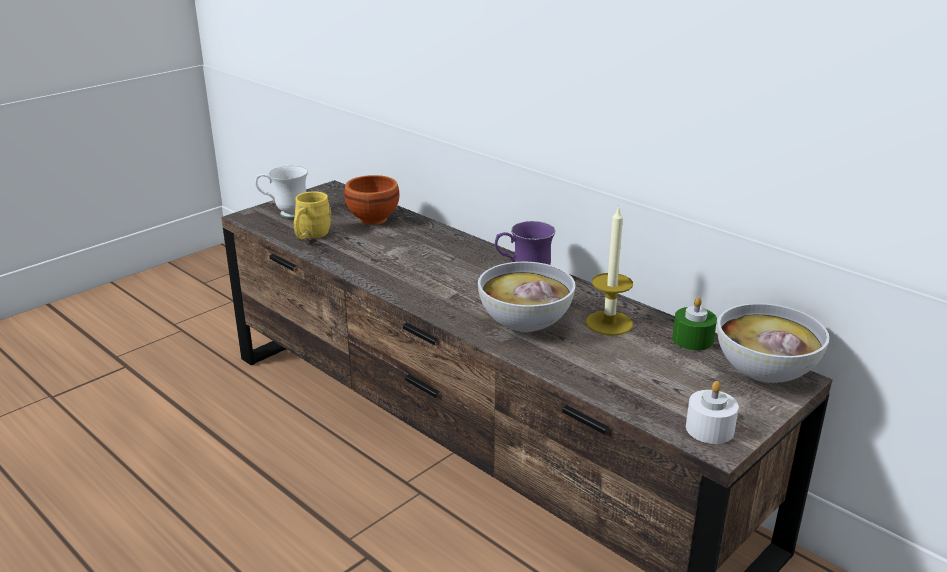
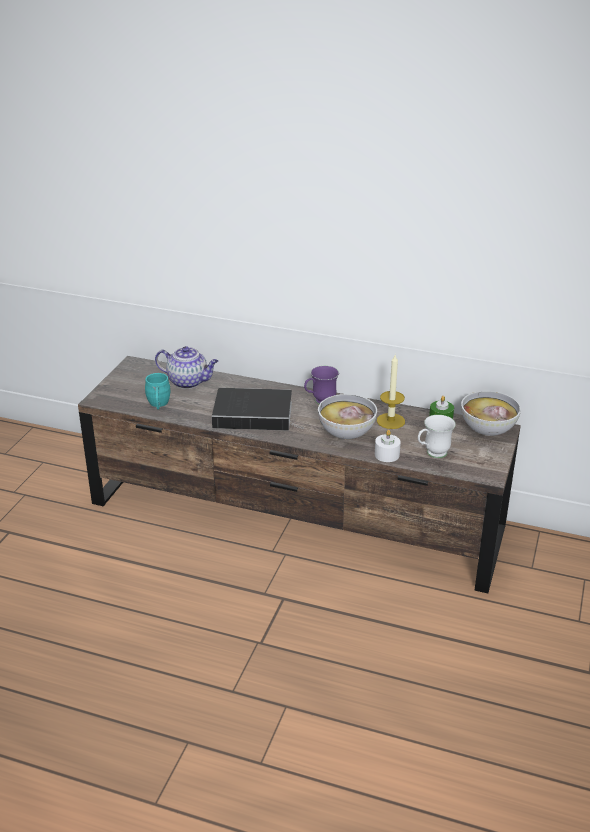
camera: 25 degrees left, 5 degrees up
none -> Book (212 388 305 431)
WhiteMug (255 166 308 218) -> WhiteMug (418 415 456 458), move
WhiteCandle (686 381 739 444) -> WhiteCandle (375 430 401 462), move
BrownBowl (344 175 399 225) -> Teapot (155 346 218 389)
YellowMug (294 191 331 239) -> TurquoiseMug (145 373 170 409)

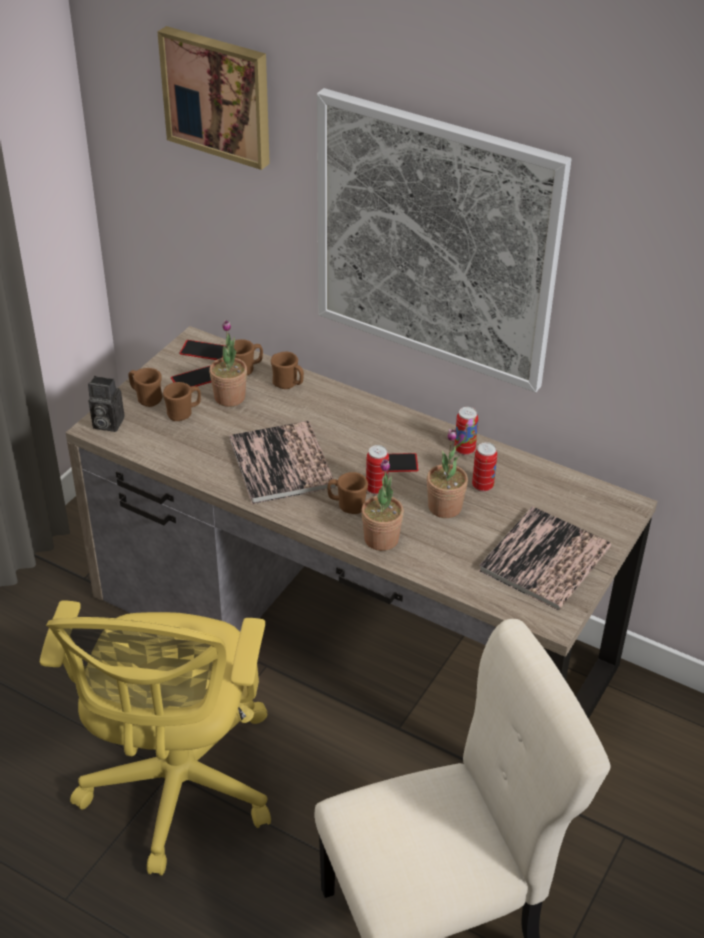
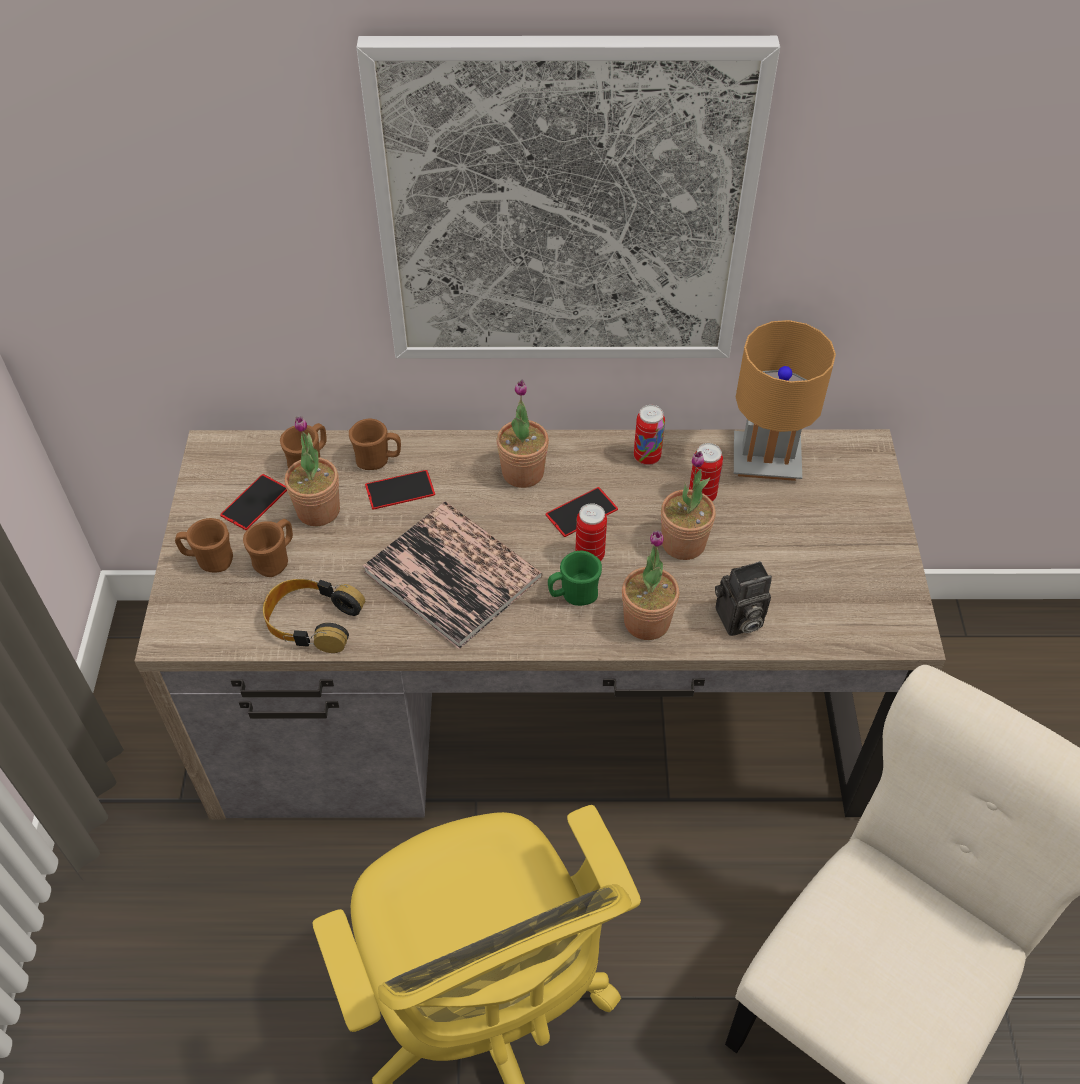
camera: 30 degrees left, 10 degrees up
Picture (157 26 270 170) -> none
Book (479 506 611 610) -> none
none -> Headphones (263 579 365 653)
none -> PottedPlant (497 379 549 488)
none -> BrownTableLamp (734 320 836 481)
PhotoCamera (88 376 124 432) -> PhotoCamera (715 561 772 636), move
Phone (179 340 227 360) -> Phone (365 470 435 510), move
BrownMug (327 472 368 514) -> GreenMug (548 550 602 606)

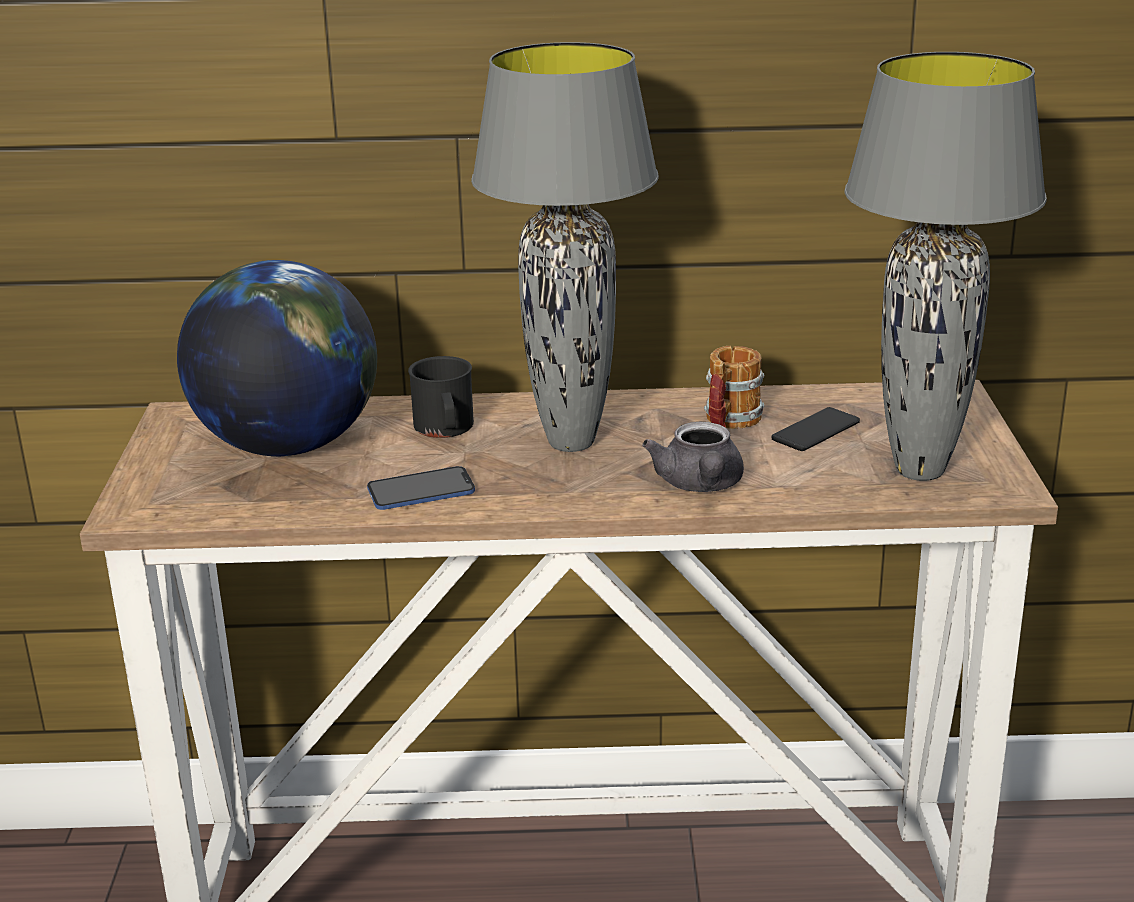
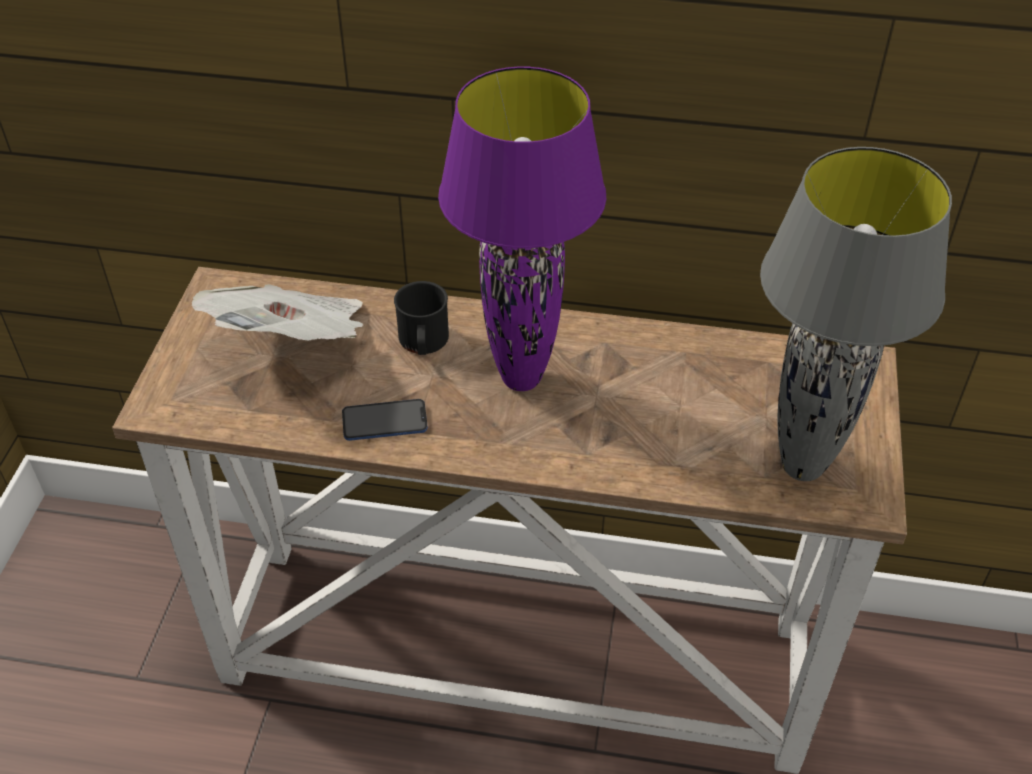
camera: 10 degrees right, 20 degrees up
GreyTeapot (642 422 744 492) -> none
Mug (704 346 764 429) -> none
Phone (772 407 860 451) -> none
Globe (177 260 377 456) -> Newspaper (192 284 363 340)
GreyTableLamp (471 42 659 452) -> PurpleTableLamp (438 67 606 391)

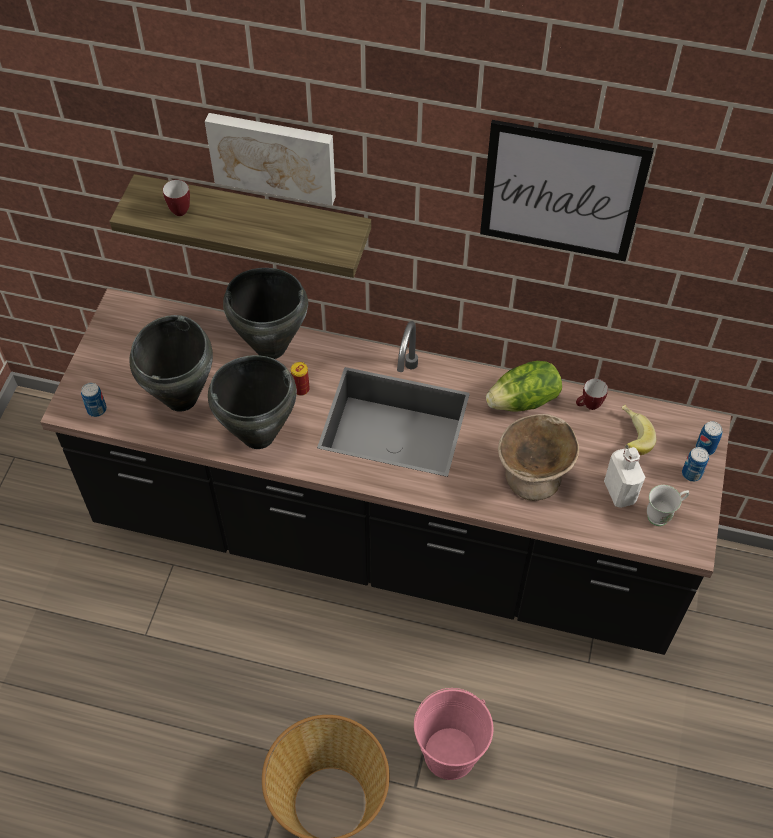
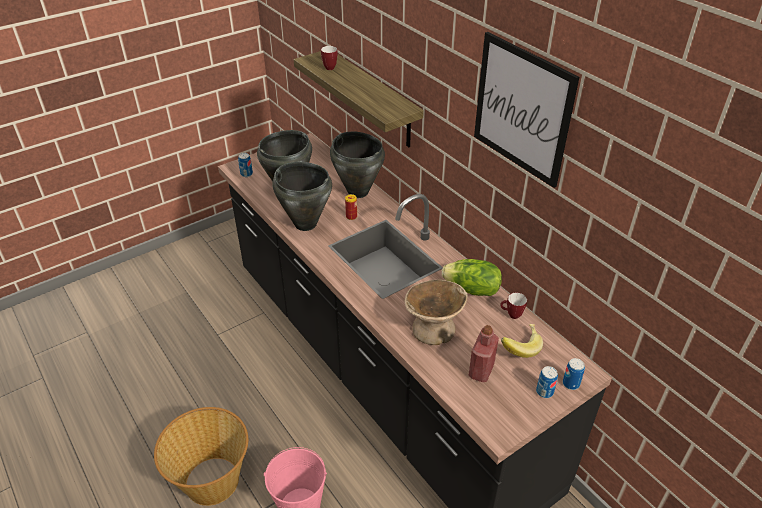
camera: 40 degrees right, 15 degrees down
Picture (205 113 336 206) -> none
WhiteMug (647 485 689 526) -> none
WhiteBottle (604 447 645 508) -> RedBottle (469 325 499 382)

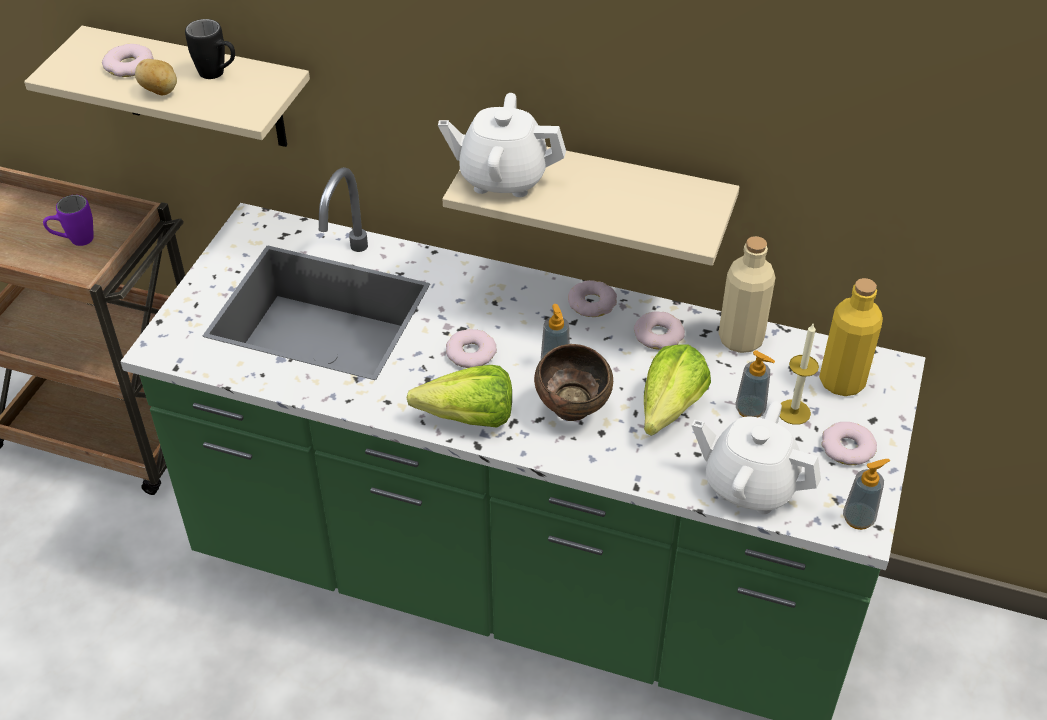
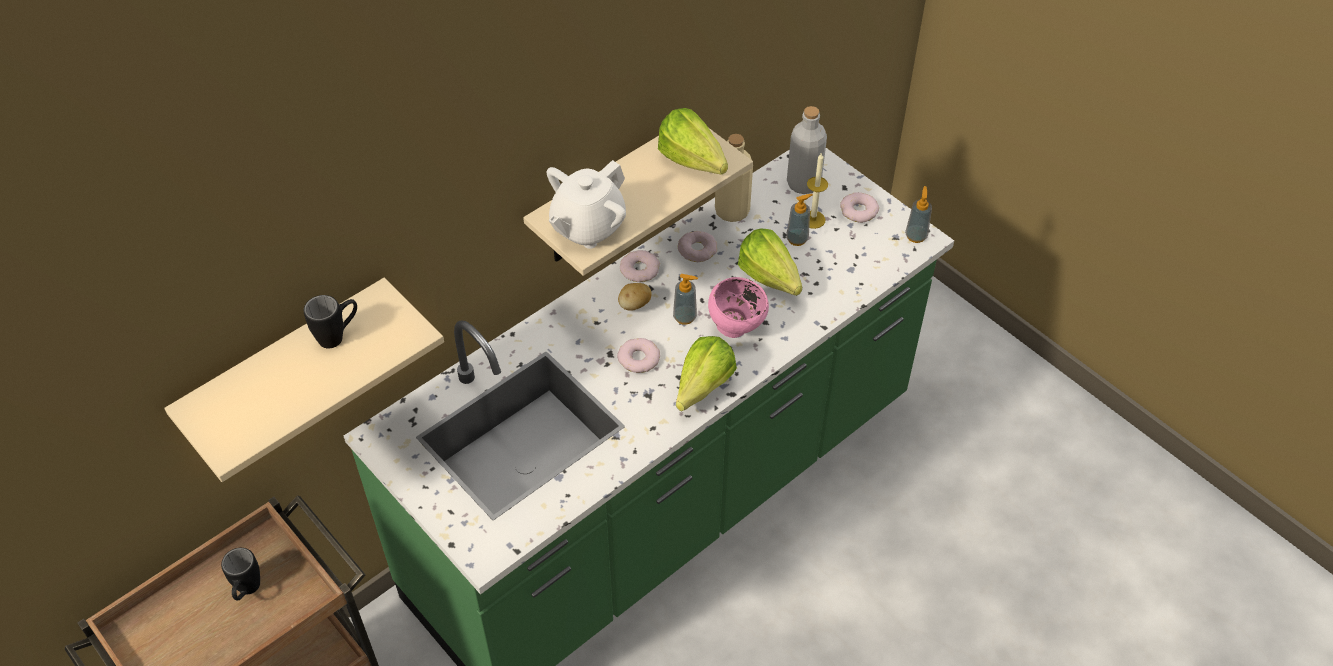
camera: 60 degrees left, 5 degrees up
Donut (102 44 153 77) -> none
WhiteTeapot (692 401 821 514) -> none
none -> Lettuce (658 108 728 174)
Potato (135 59 177 95) -> Potato (618 283 651 311), move
PurpleMug (43 195 93 246) -> BlackMug (221 548 260 600)
BrownBowl (534 344 613 421) -> PinkBowl (708 277 769 338)
YellowBottle (819 278 883 396) -> GreyBottle (787 106 827 194)

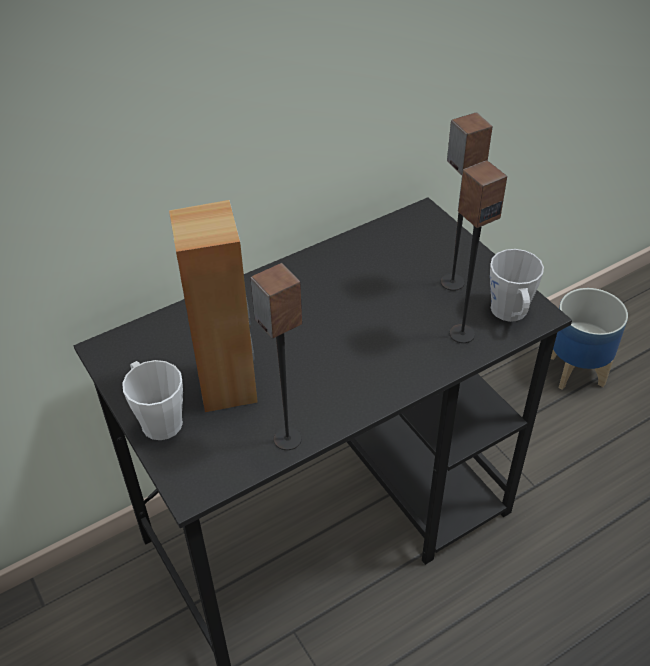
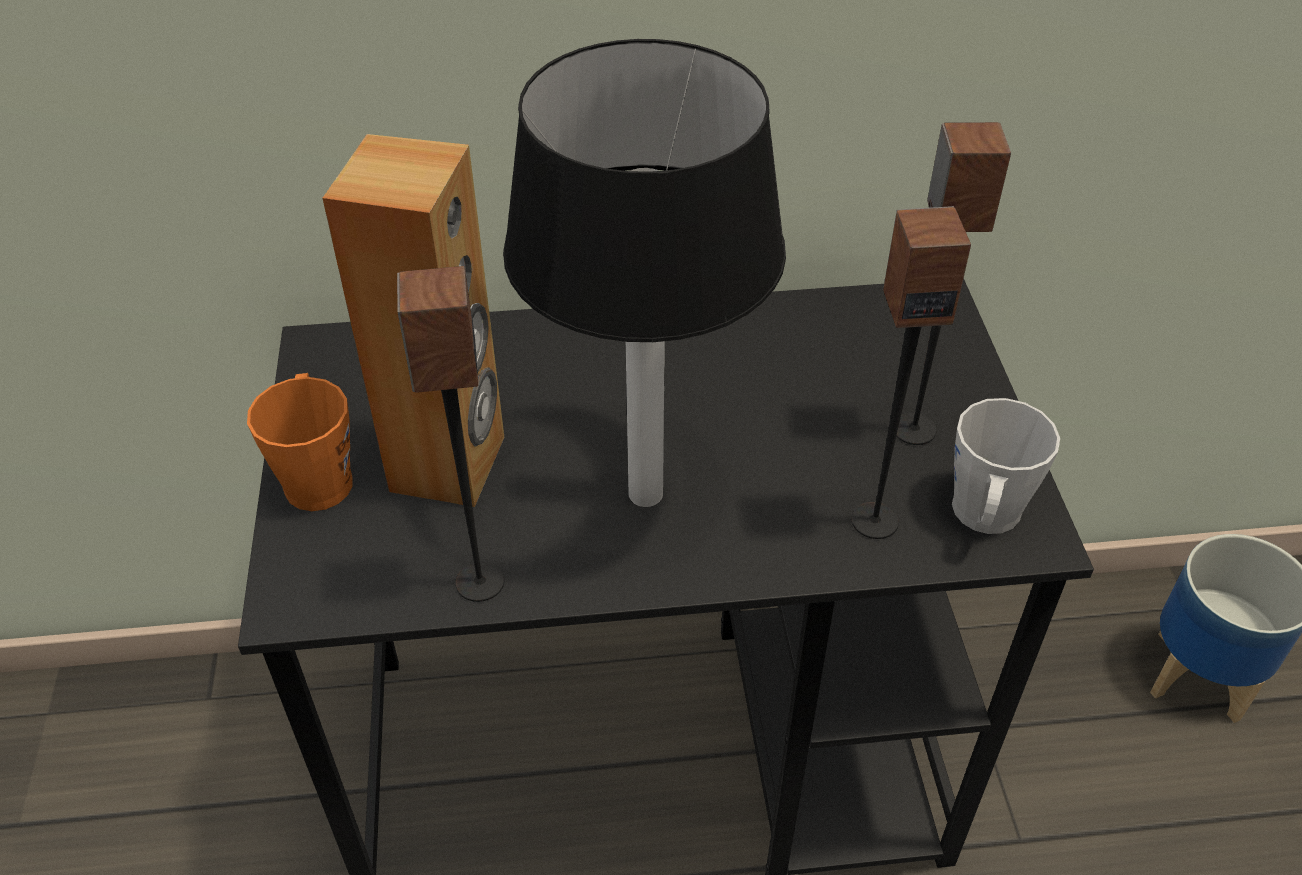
camera: 25 degrees right, 0 degrees up
none -> TableLamp (503 39 786 507)
WhiteMug (122 360 183 440) -> OrangeMug (247 373 353 511)

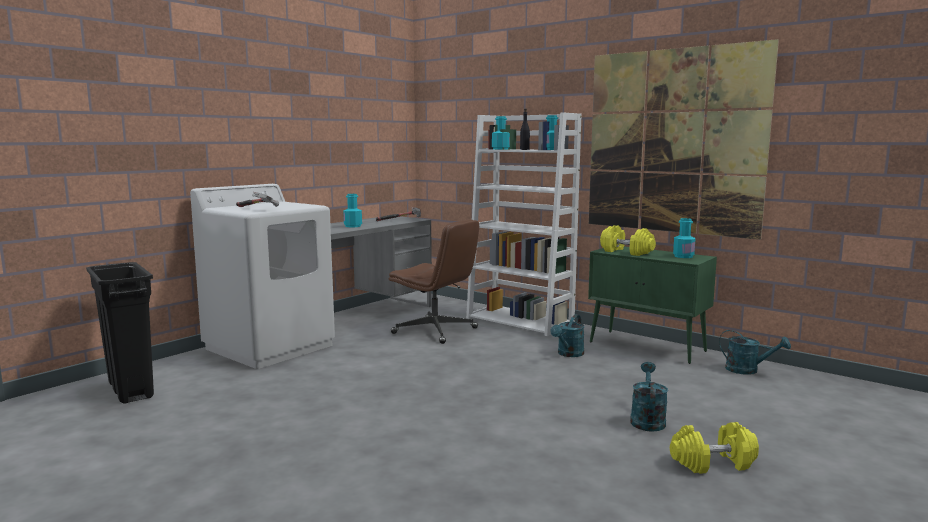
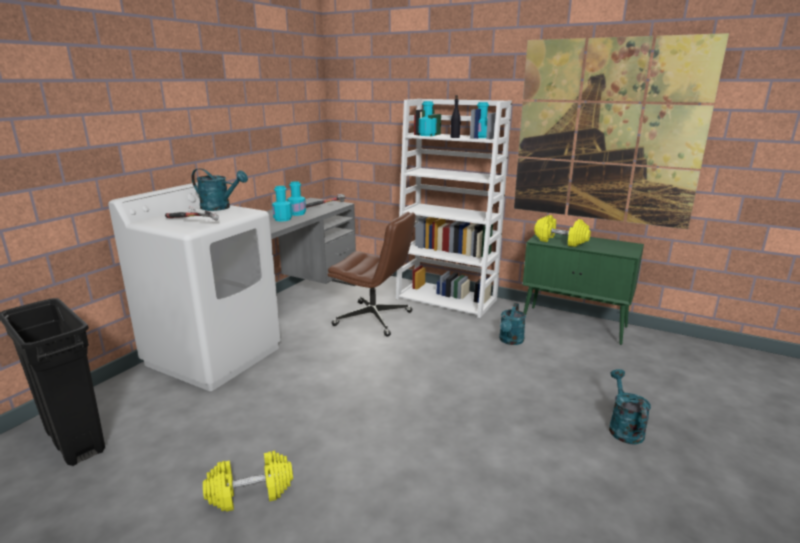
camera: 10 degrees left, 10 degrees up
YellowDumbbell (670 422 759 474) -> YellowDumbbell (203 451 293 512), move
TurquoiseBottle (673 218 695 258) -> TurquoiseBottle (287 181 306 216), move
TurquoiseWateringCan (719 330 791 375) -> TurquoiseWateringCan (192 168 248 211), move

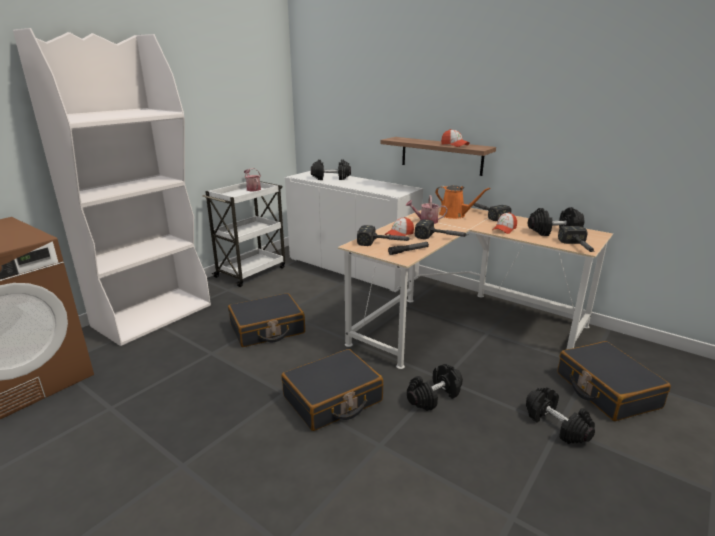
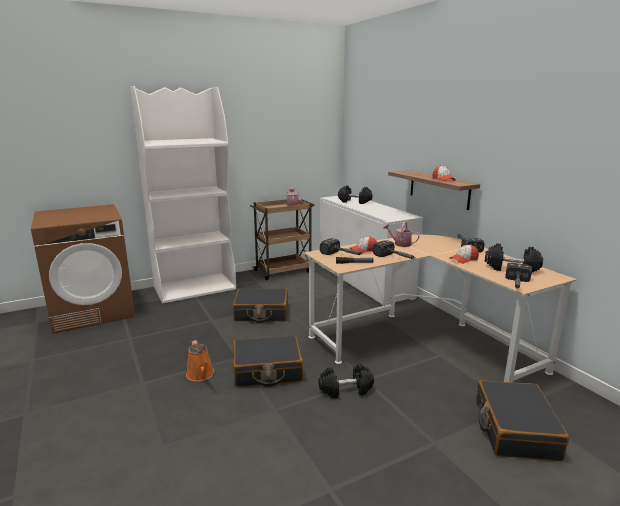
camera: 25 degrees right, 5 degrees down
BlackDumbbell (526 387 595 444) -> none
OrangeWateringCan (435 185 491 219) -> OrangeWateringCan (186 340 214 381), move
WhiteCart (202 181 285 287) -> BrownCart (250 199 314 281)

